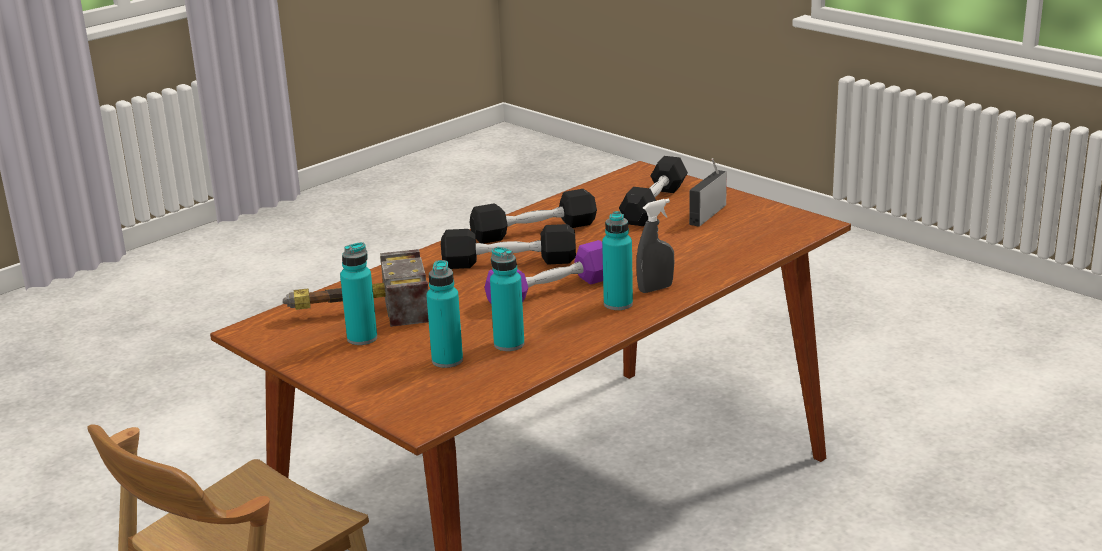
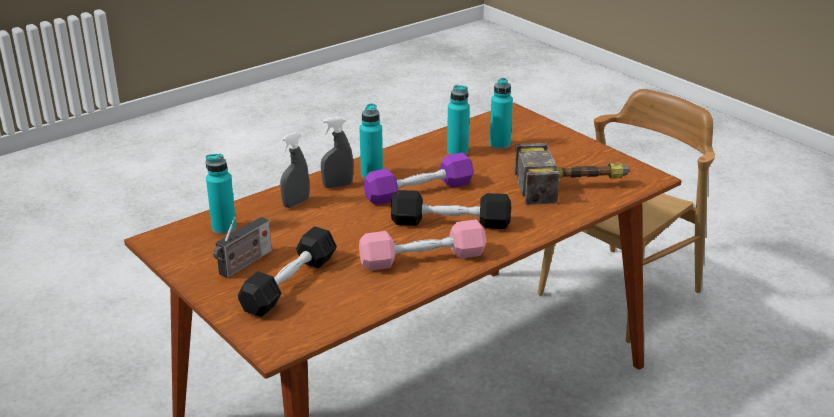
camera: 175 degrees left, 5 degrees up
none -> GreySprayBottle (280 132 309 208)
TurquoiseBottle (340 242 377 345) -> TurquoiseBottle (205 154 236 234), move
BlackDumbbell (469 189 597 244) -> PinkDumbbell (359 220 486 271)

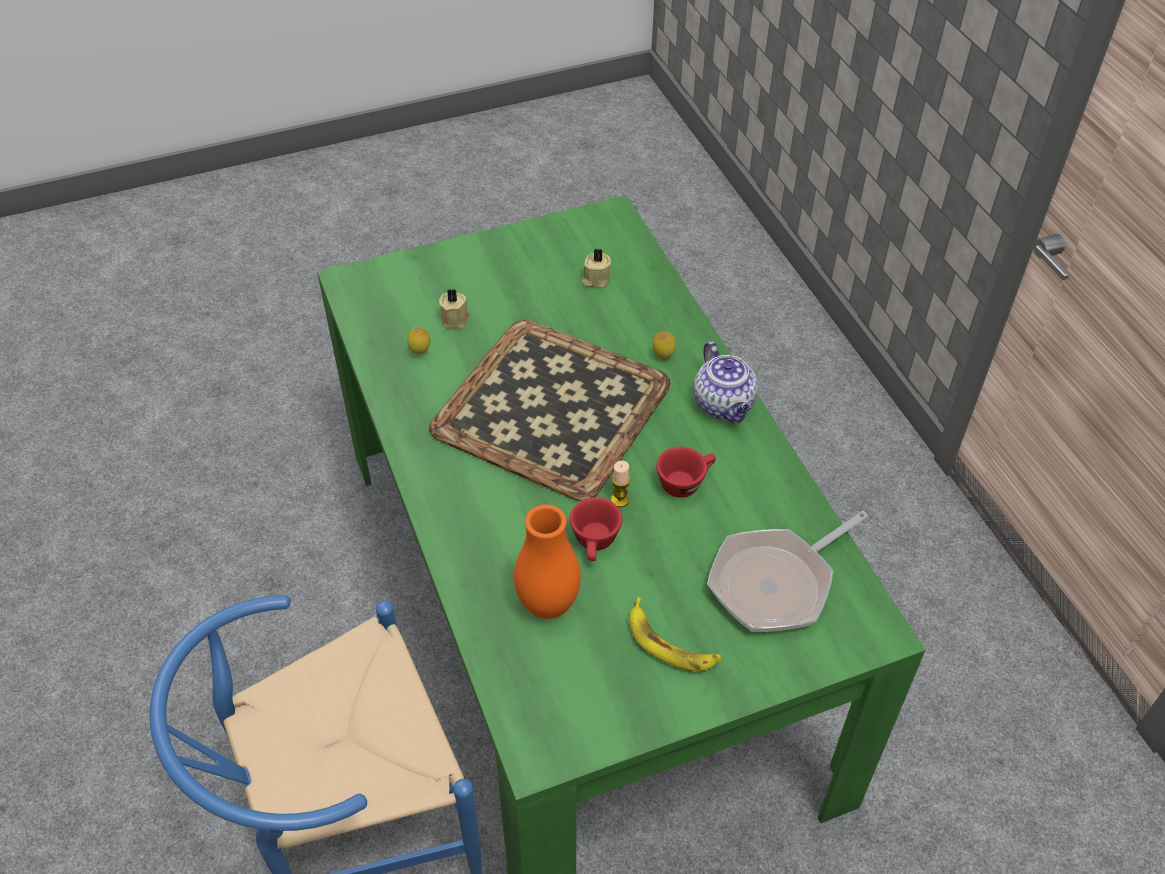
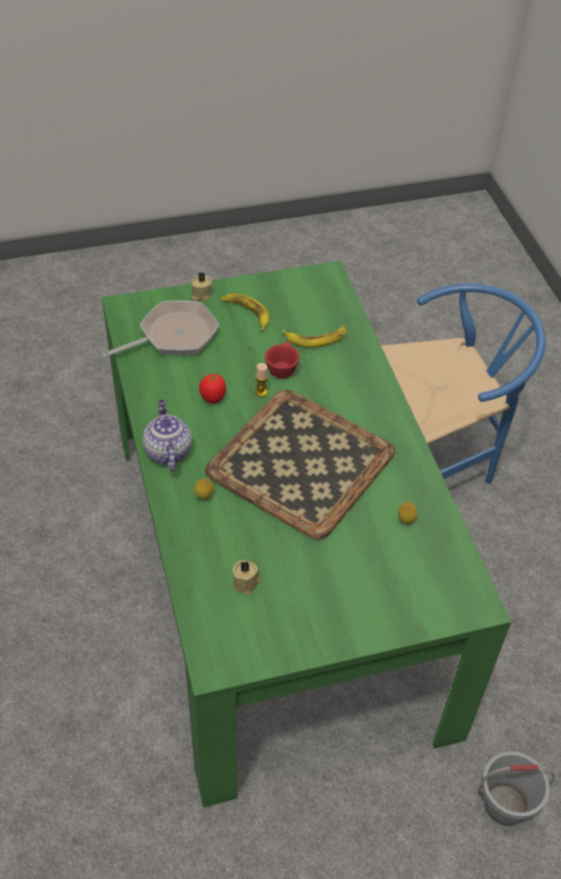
camera: 175 degrees left, 0 degrees up
none -> GreyBucket (478 751 555 826)
BeigeCandle (439 289 470 329) -> BeigeCandle (191 272 212 301), move
OrangeVase (514 505 581 619) -> Banana (282 325 346 348)
RedCup (656 447 716 498) -> Tomato (199 374 226 404)

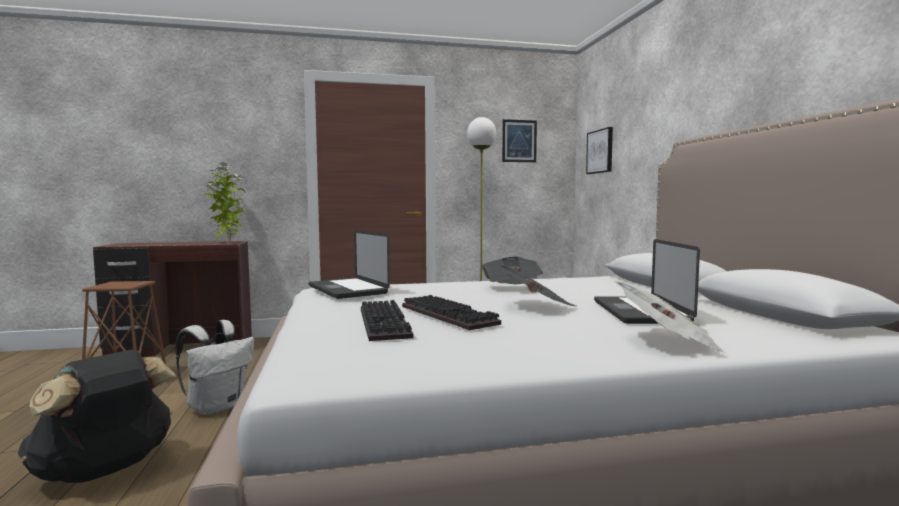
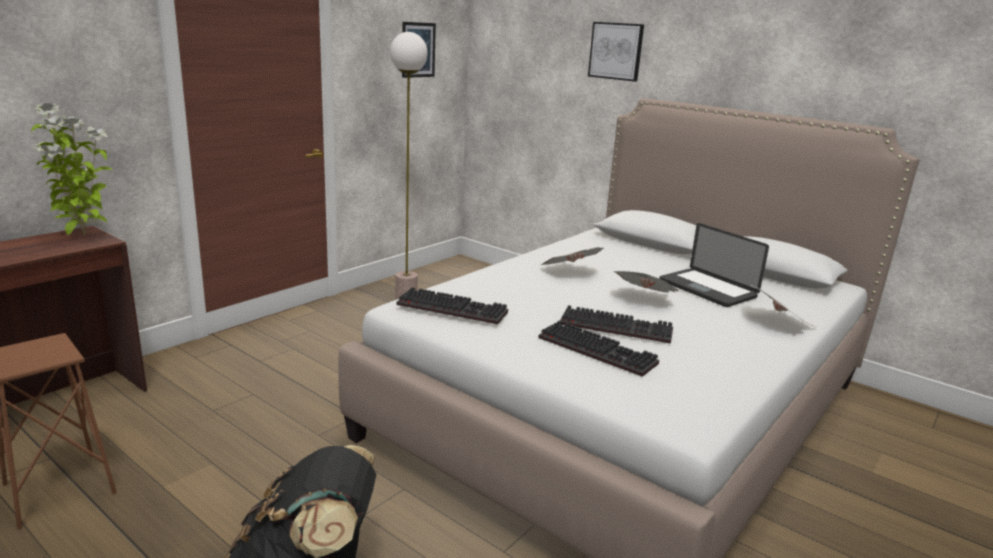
camera: 40 degrees left, 15 degrees up
WhiteBackpack (175 320 254 415) -> none
Picture (586 127 613 174) -> Picture (588 22 644 82), move
Laptop (309 230 390 299) -> Keyboard (397 287 508 325)

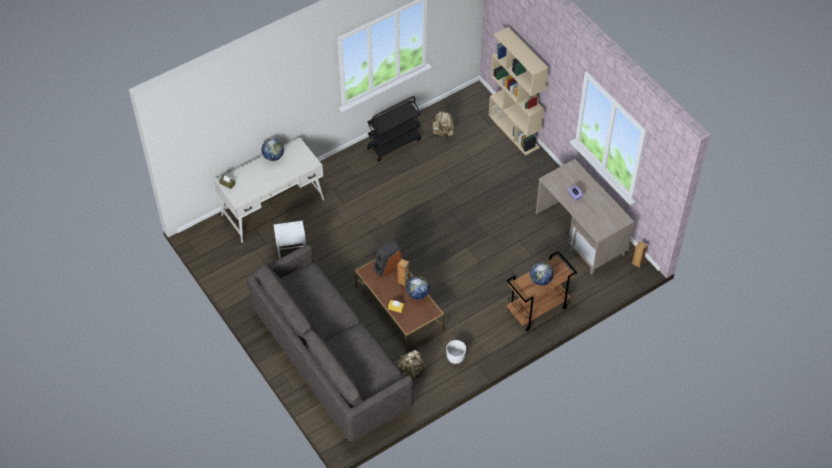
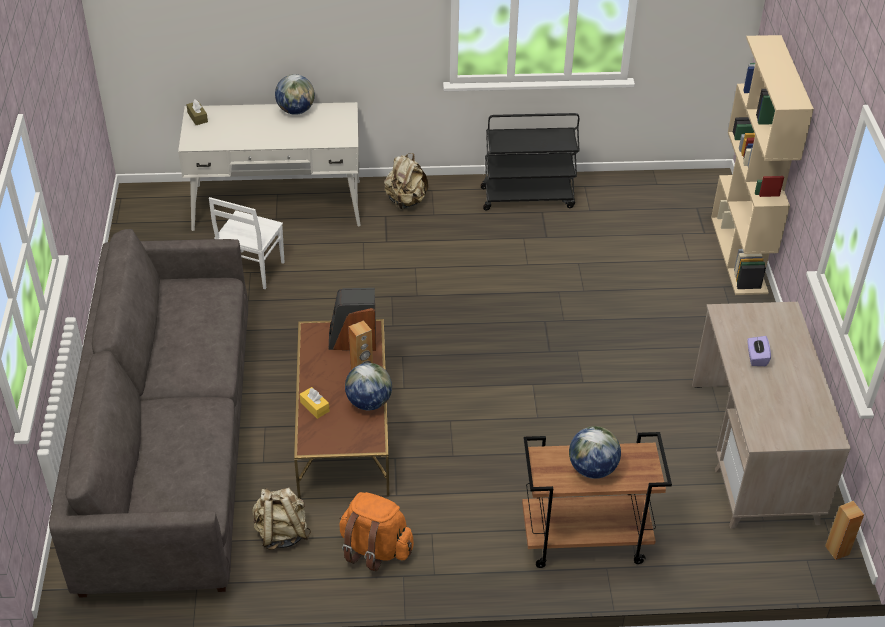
camera: 30 degrees right, 10 degrees down
BeigeBackpack (430 109 455 139) -> BeigeBackpack (384 153 429 209), move
WhitePlanter (446 340 466 364) -> OrangeBackpack (339 492 414 571)

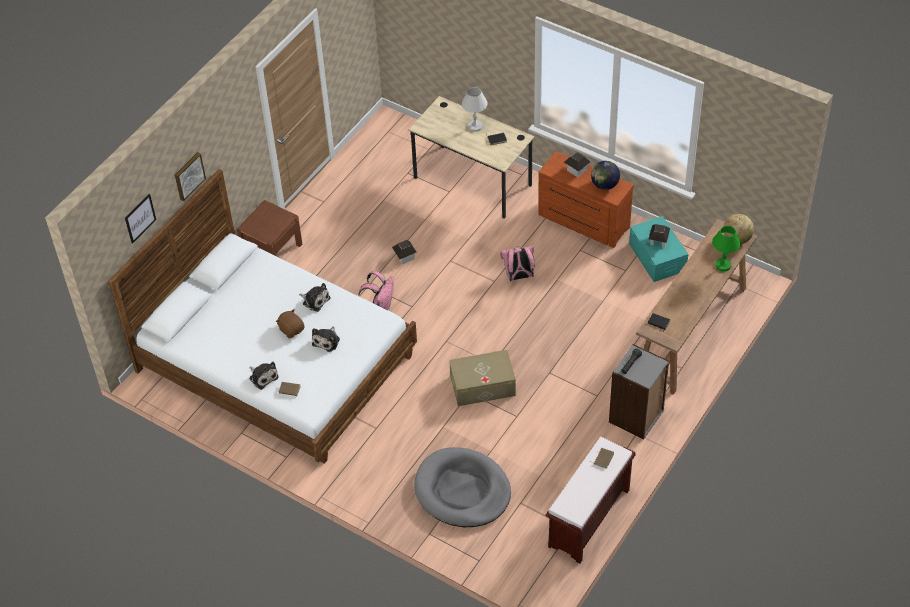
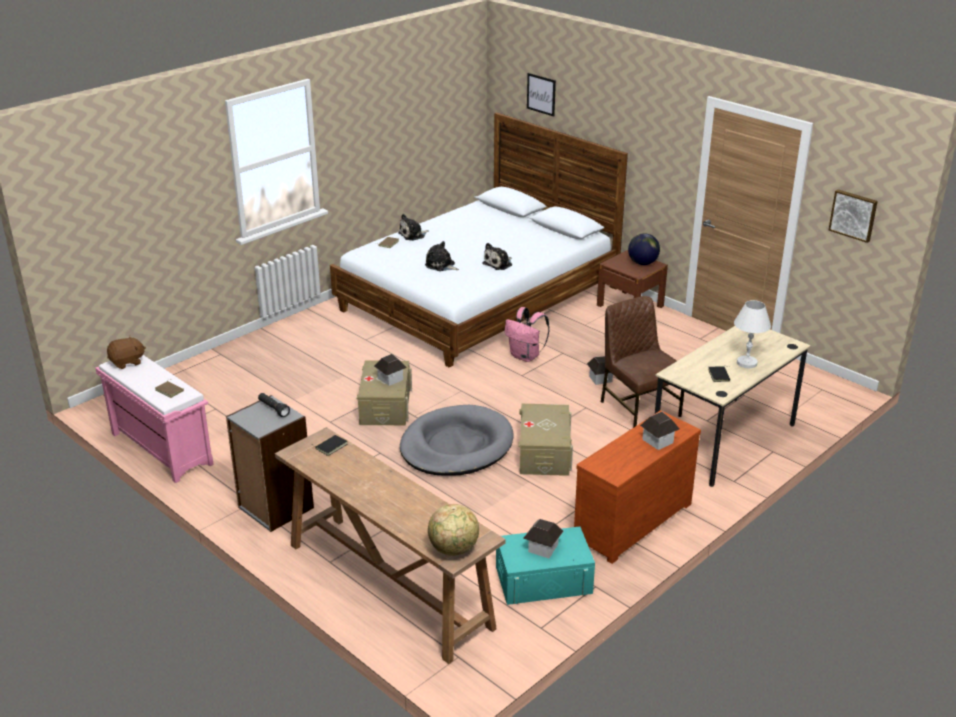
camera: 100 degrees right, 20 degrees down
GreenTableLamp (712 226 741 271) -> none
none -> ToyHouse (374 354 407 386)
none -> BrownChair (601 296 684 428)
Picture (175 152 206 201) -> Picture (829 190 878 243), move
BrownPlushToy (276 309 304 339) -> BrownPlushToy (107 336 146 369), move
GreyDogBed (414 447 511 527) -> GreyDogBed (400 405 513 476), move
Globe (591 161 620 190) -> Globe (628 233 660 265), move
PinkBackpack (500 246 534 281) -> BeigeStorageBox (518 404 573 476)
BrownBench (545 437 636 564) -> PinkBench (95 355 214 483)

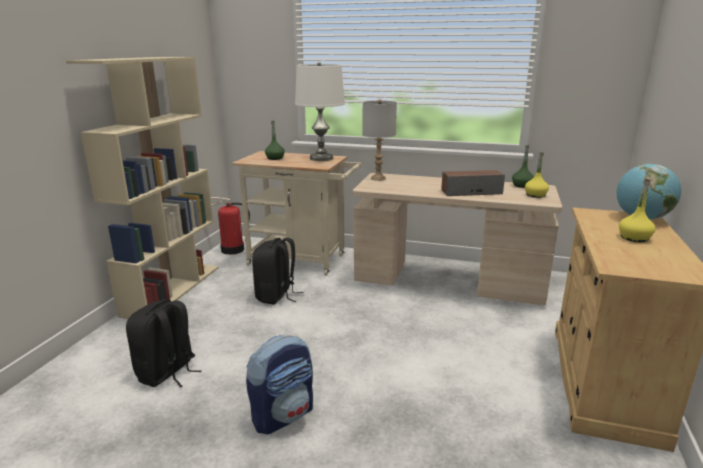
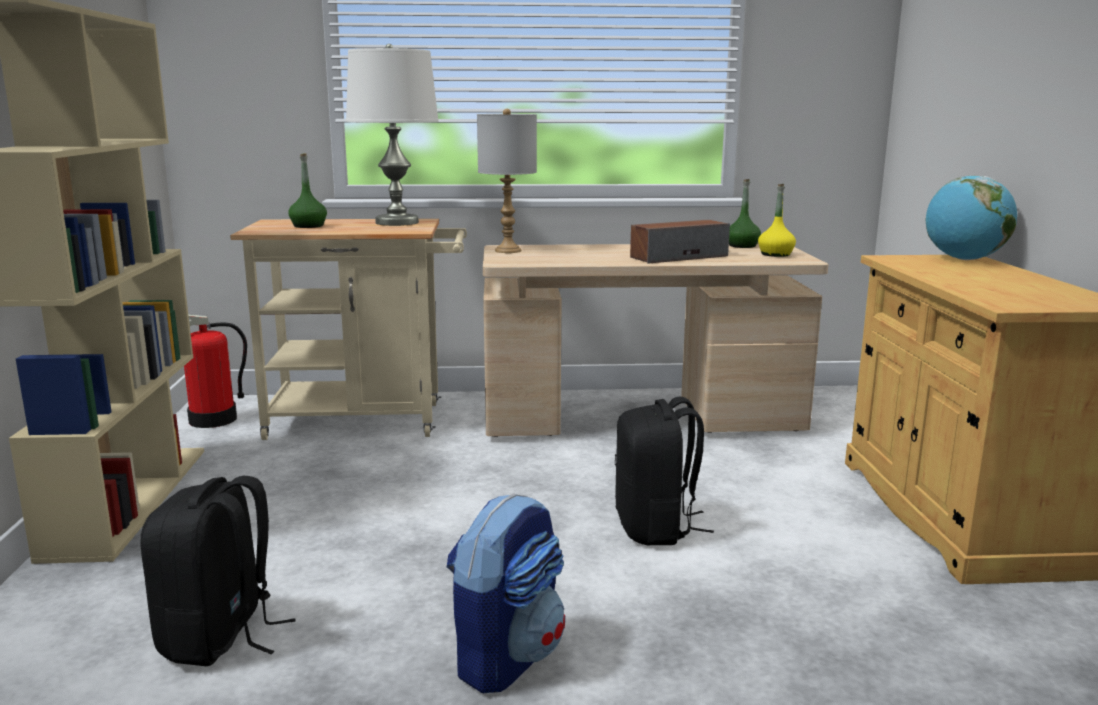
camera: 20 degrees left, 5 degrees down
YellowBottle (619 178 656 242) -> none
BlackBackpack (252 238 303 305) -> BlackBackpack (615 397 714 545), move

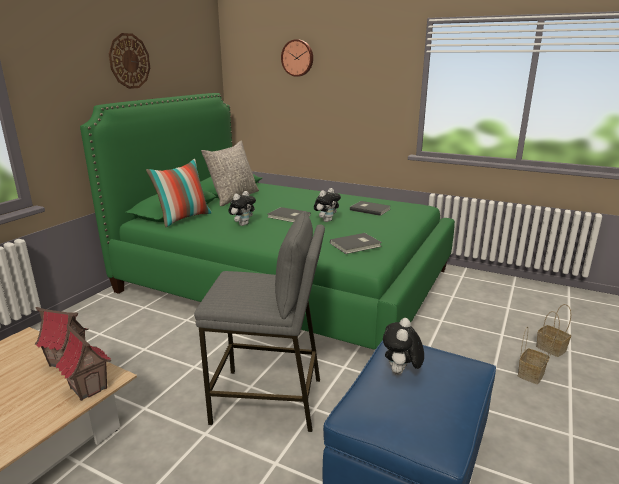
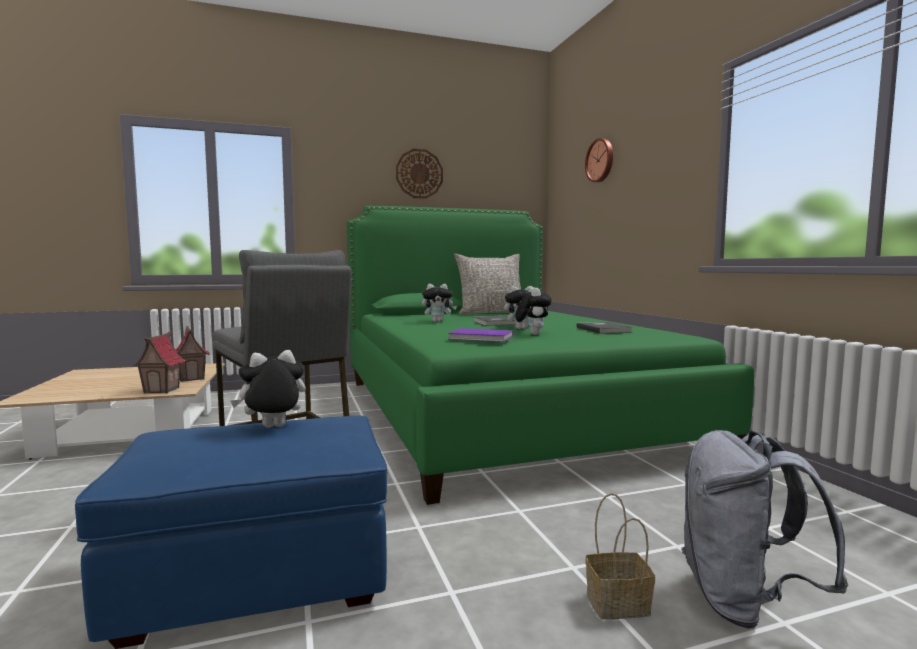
camera: 45 degrees right, 15 degrees down
Pillow (146 159 212 227) -> none
none -> PlushToy (515 287 552 335)
Basket (536 304 571 357) -> GreyBackpack (681 430 848 629)
GreyBook (330 233 382 254) -> PurpleBook (448 328 513 342)

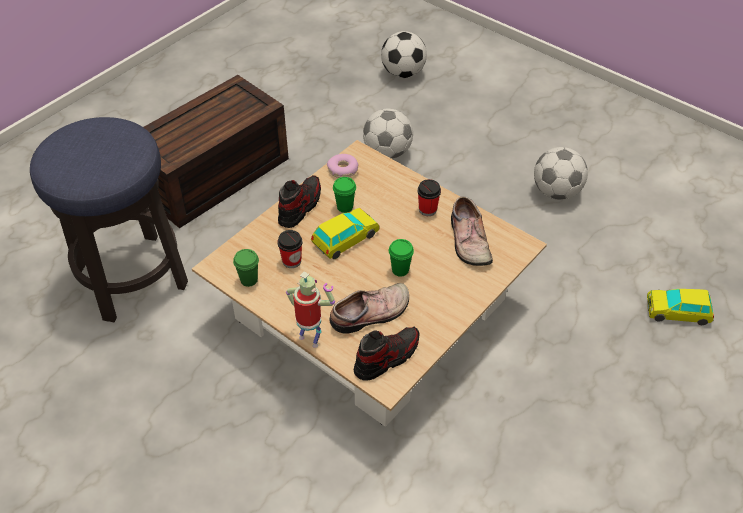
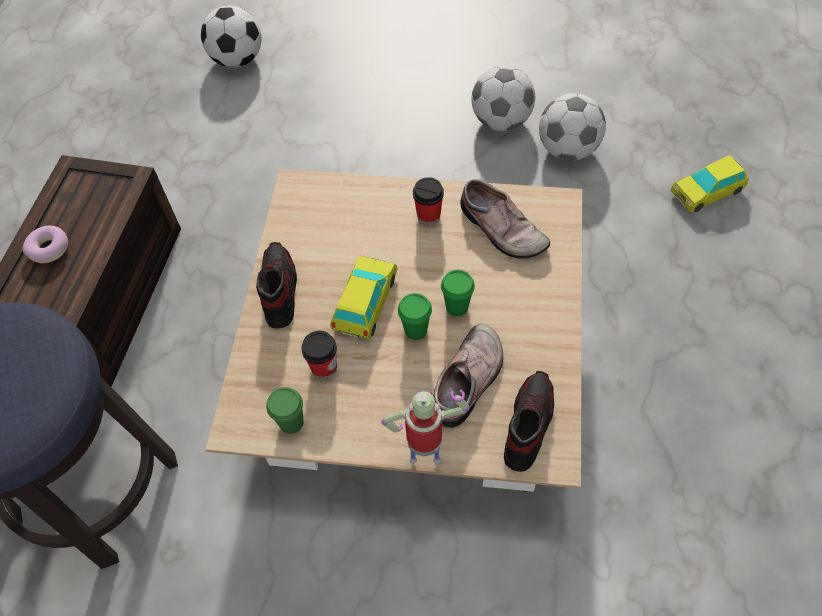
camera: 30 degrees left, 10 degrees up
Donut (327 154 359 178) -> Donut (23 226 68 263), move
GreenCup (333 177 356 213) -> GreenCup (398 293 432 340), move
Football (363 109 413 159) -> Football (539 93 606 160), move

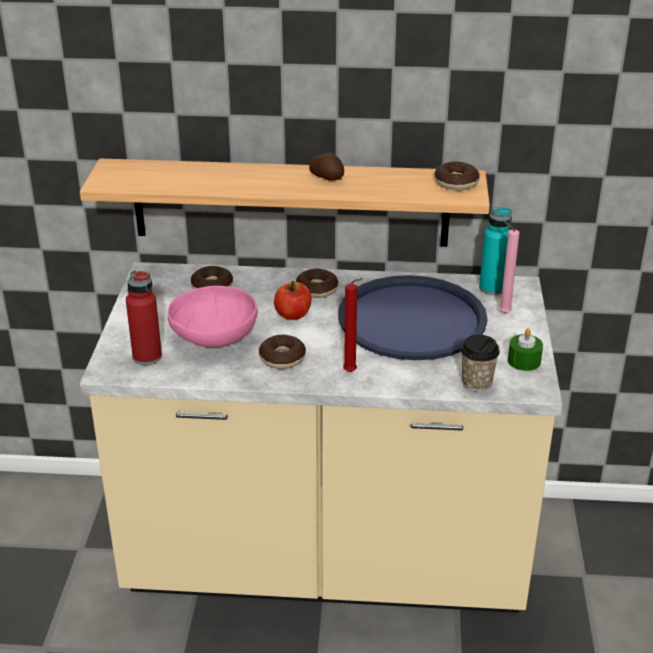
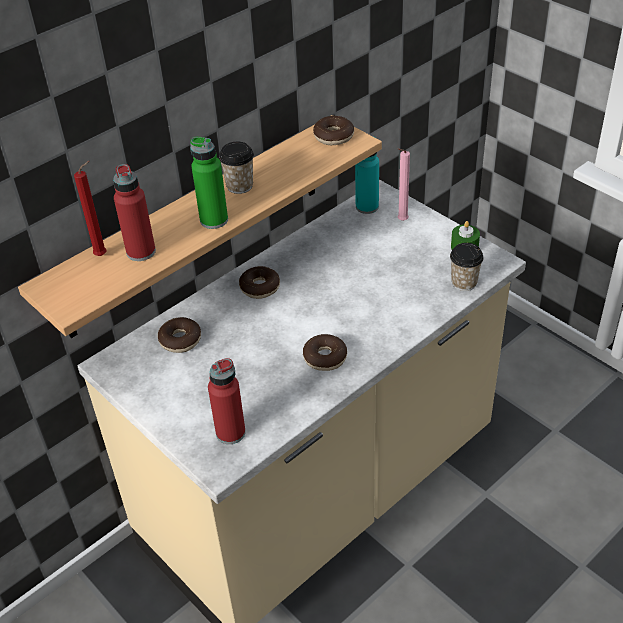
camera: 45 degrees left, 10 degrees up
PinkBowl (168 286 257 347) -> none
Apple (274 281 311 320) -> none
BlueTray (338 275 488 360) -> none
none -> RedBottle (113 164 156 261)
none -> GreenBottle (190 137 228 229)
RedCandle (343 278 363 372) -> RedCandle (74 161 107 256), move
Potato (309 153 344 181) -> Cup (219 142 254 194)

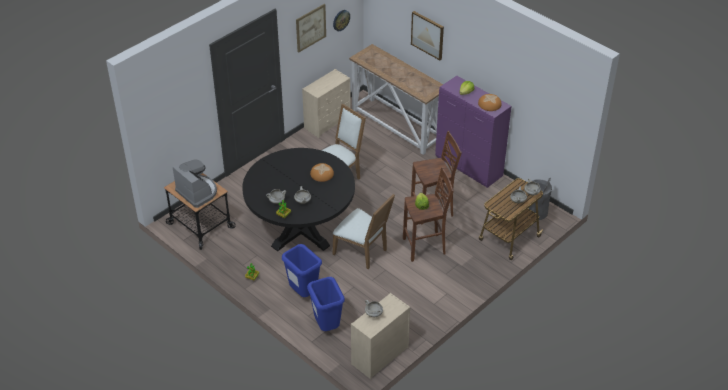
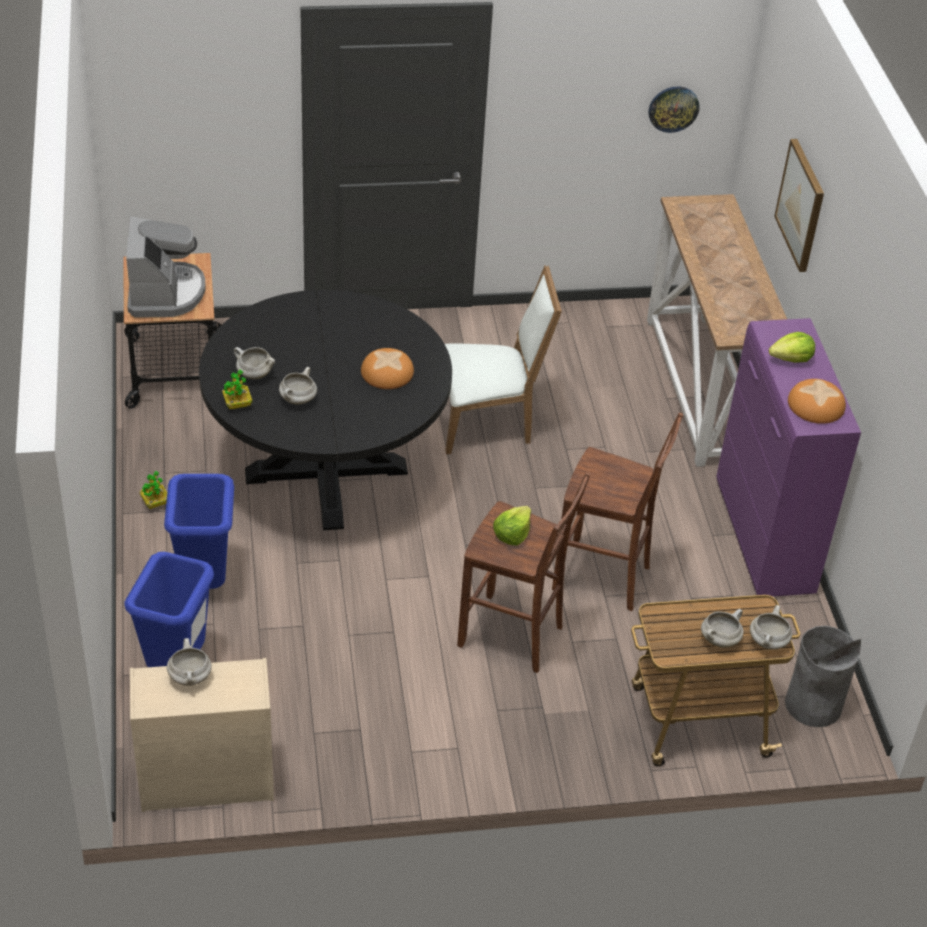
camera: 35 degrees right, 0 degrees up
Picture (296 4 326 53) -> none
BeigeDresser (302 69 351 138) -> none
WhiteChair (333 194 395 269) -> none

